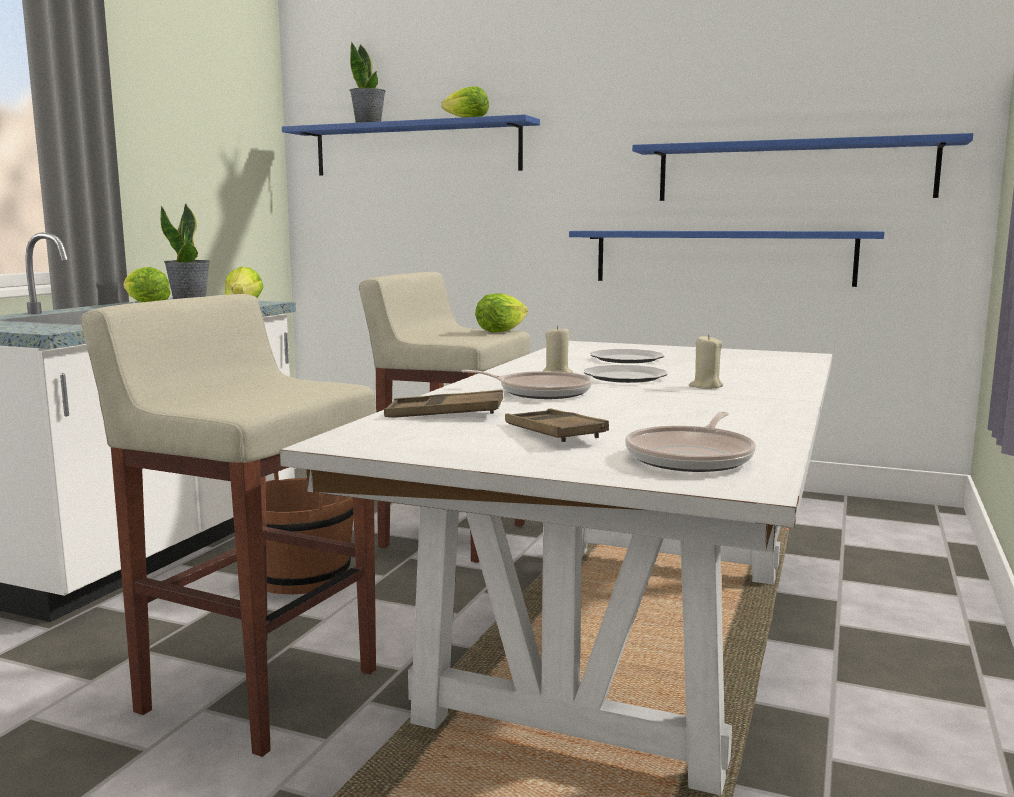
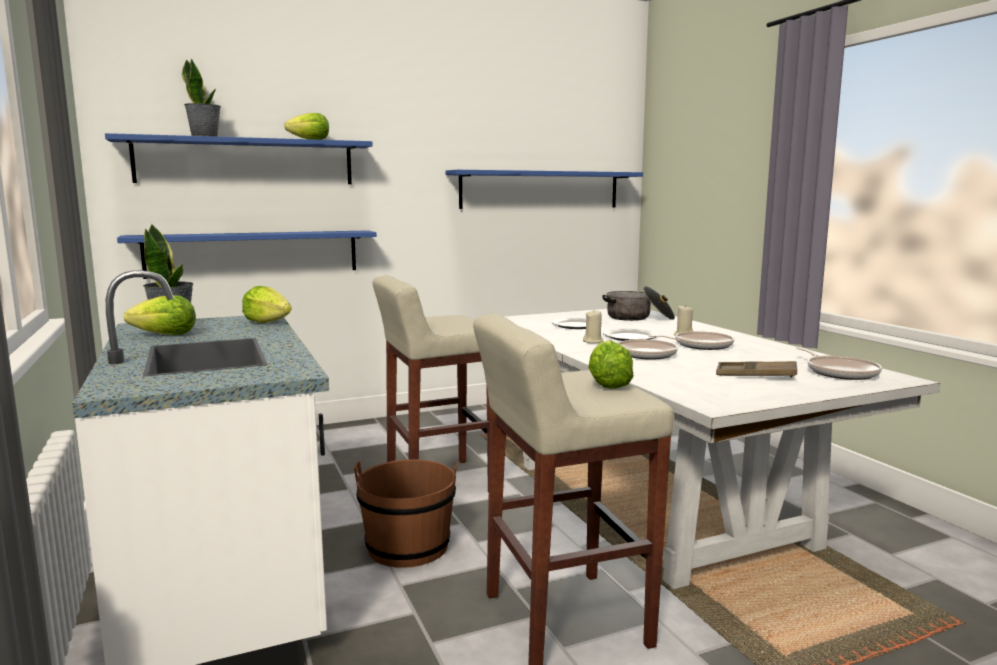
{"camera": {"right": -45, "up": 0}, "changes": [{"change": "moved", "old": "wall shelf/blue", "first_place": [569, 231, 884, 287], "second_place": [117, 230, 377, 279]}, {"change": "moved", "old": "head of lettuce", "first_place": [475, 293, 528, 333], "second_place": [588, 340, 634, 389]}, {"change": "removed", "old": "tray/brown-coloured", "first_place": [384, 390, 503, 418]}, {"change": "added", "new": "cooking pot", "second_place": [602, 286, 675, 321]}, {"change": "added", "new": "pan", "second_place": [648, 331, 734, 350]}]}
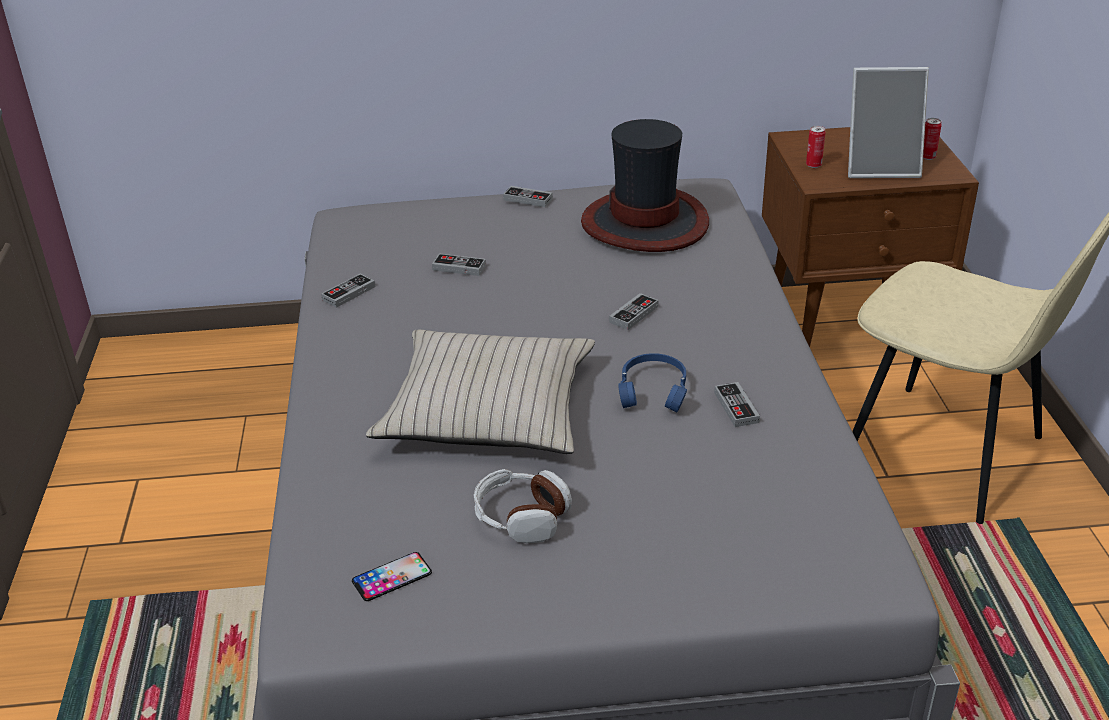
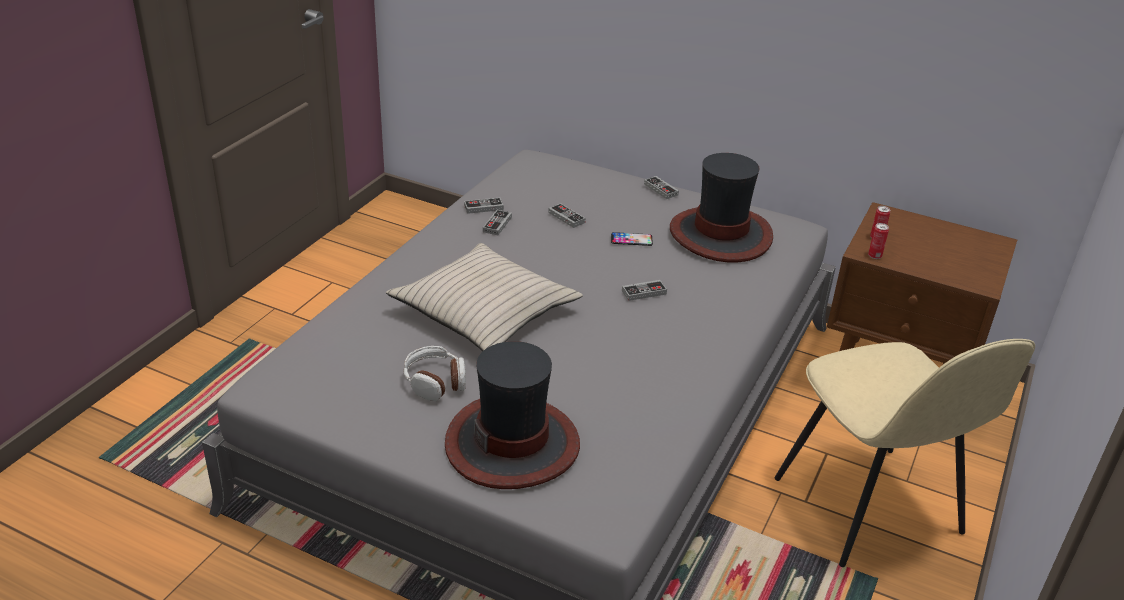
{"camera": {"right": 30, "up": 0}, "changes": [{"change": "removed", "old": "standing frame", "first_place": [848, 67, 929, 178]}, {"change": "moved", "old": "metal can", "first_place": [923, 118, 942, 160], "second_place": [868, 223, 889, 259]}, {"change": "removed", "old": "headphones/blue", "first_place": [618, 353, 687, 412]}, {"change": "moved", "old": "joypad", "first_place": [714, 382, 760, 427], "second_place": [483, 210, 512, 235]}, {"change": "moved", "old": "telephone", "first_place": [352, 552, 432, 601], "second_place": [611, 232, 653, 246]}, {"change": "added", "new": "wearable hat", "second_place": [445, 341, 580, 489]}]}
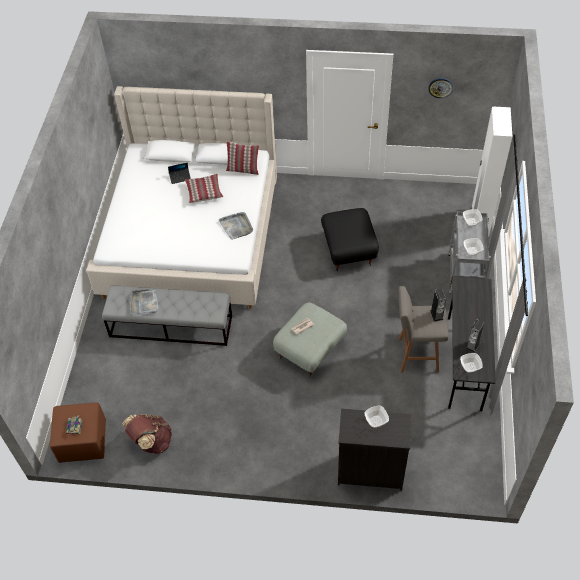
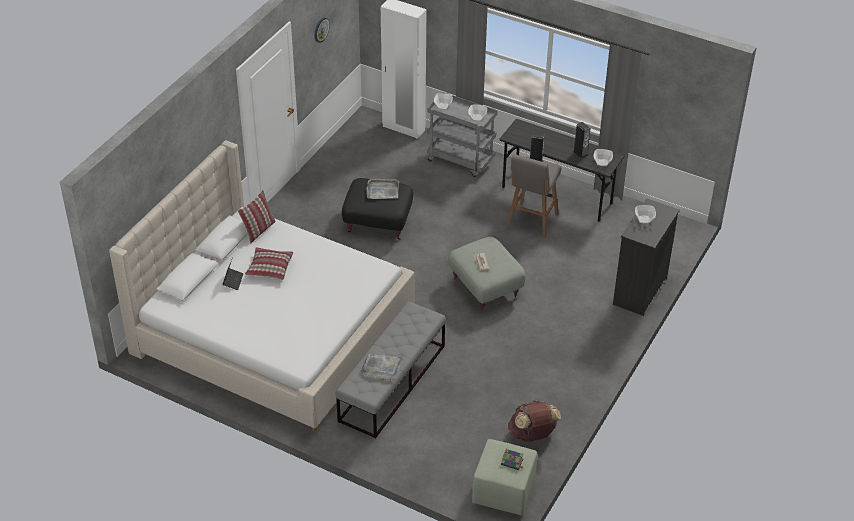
{"camera": {"right": -70, "up": -10}, "changes": [{"change": "moved", "old": "tray/gray", "first_place": [219, 212, 253, 240], "second_place": [367, 179, 399, 199]}, {"change": "recoloured", "old": "pouffe/brown-coloured", "new": "pouffe/green", "first_place": [50, 402, 106, 463], "second_place": [472, 439, 537, 516]}]}
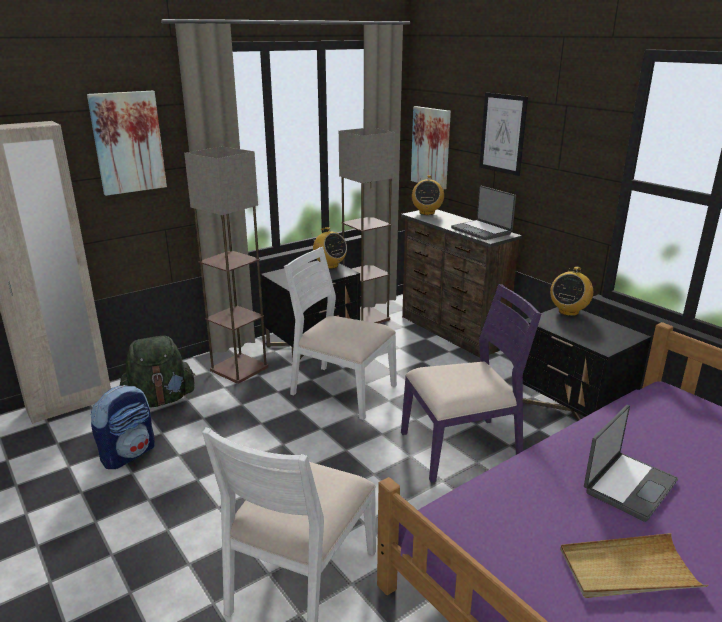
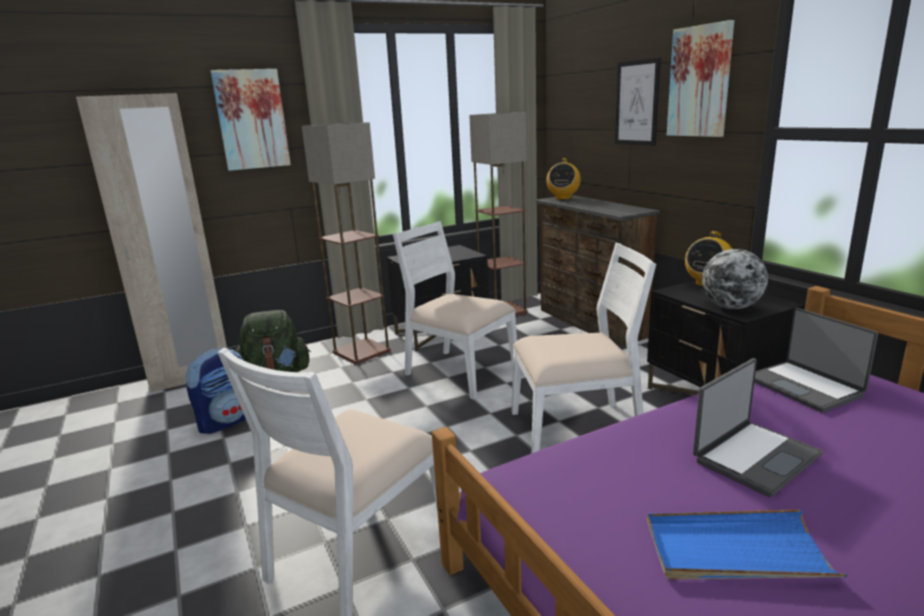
{"camera": {"right": 10, "up": -5}, "changes": [{"change": "moved", "old": "picture", "first_place": [411, 106, 451, 190], "second_place": [667, 20, 734, 137]}, {"change": "moved", "old": "portable computer", "first_place": [451, 186, 516, 240], "second_place": [754, 308, 878, 413]}, {"change": "removed", "old": "radio set", "first_place": [312, 227, 347, 269]}, {"change": "recoloured", "old": "plain chair/purplish", "new": "plain chair/white-coloured", "first_place": [401, 284, 541, 483], "second_place": [512, 243, 656, 453]}, {"change": "recoloured", "old": "tray/beige", "new": "tray/blue", "first_place": [560, 533, 709, 598], "second_place": [647, 509, 848, 579]}, {"change": "added", "new": "desk globe", "second_place": [702, 249, 768, 309]}]}
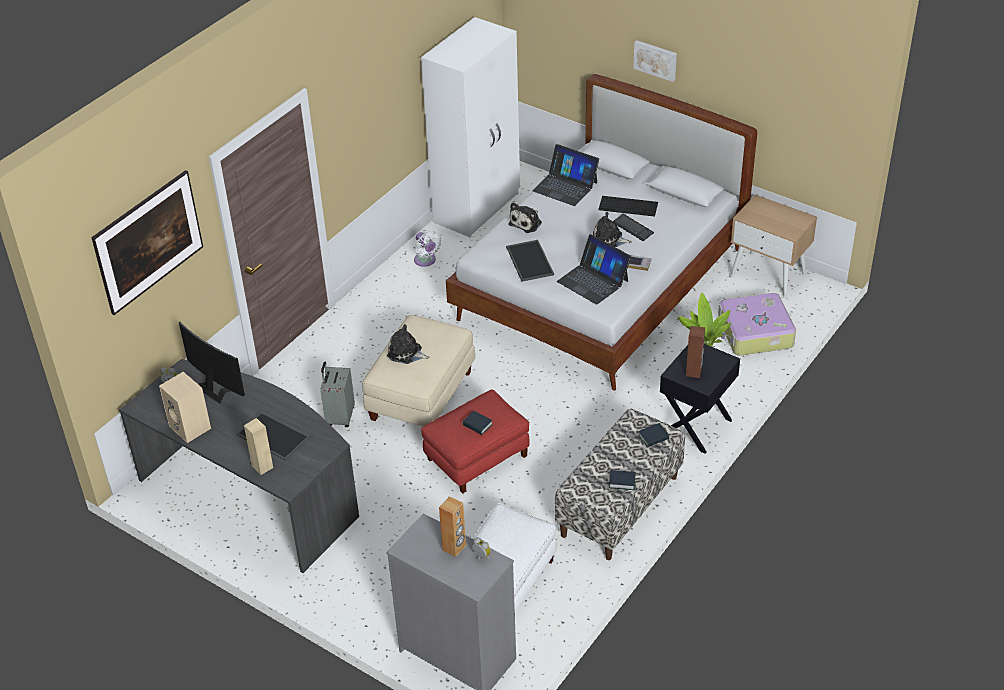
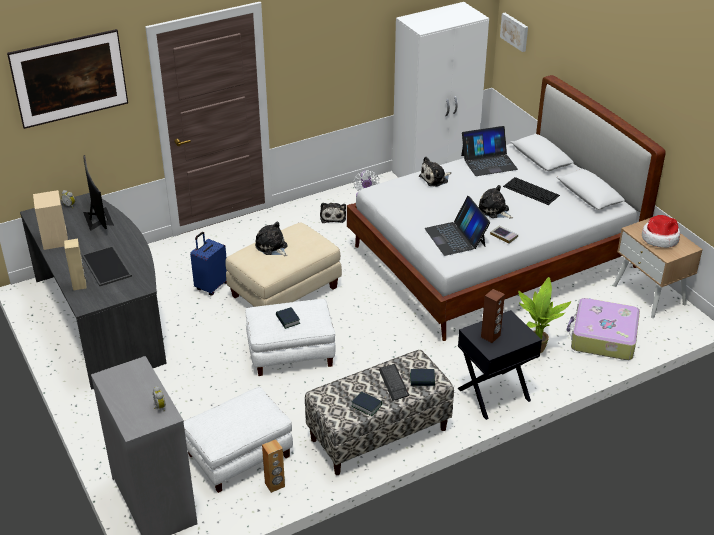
{"camera": {"right": 25, "up": -5}, "changes": [{"change": "moved", "old": "picture", "first_place": [633, 40, 677, 82], "second_place": [500, 13, 528, 52]}, {"change": "turned", "old": "portable computer", "first_place": [532, 144, 599, 206], "second_place": [461, 126, 518, 176], "degrees": -75}, {"change": "moved", "old": "PC keyboard", "first_place": [613, 214, 654, 241], "second_place": [379, 364, 409, 401]}, {"change": "removed", "old": "tray", "first_place": [506, 240, 554, 282]}, {"change": "recoloured", "old": "travel case/gray", "new": "travel case/blue", "first_place": [320, 362, 355, 427], "second_place": [190, 232, 227, 295]}, {"change": "recoloured", "old": "pouffe/red-coloured", "new": "pouffe/white-coloured", "first_place": [421, 390, 530, 493], "second_place": [246, 299, 336, 376]}, {"change": "moved", "old": "loudspeaker/brown-coloured", "first_place": [439, 496, 466, 557], "second_place": [262, 439, 285, 493]}, {"change": "added", "new": "soft toy", "second_place": [320, 203, 346, 223]}, {"change": "added", "new": "wearable hat", "second_place": [642, 215, 680, 248]}]}
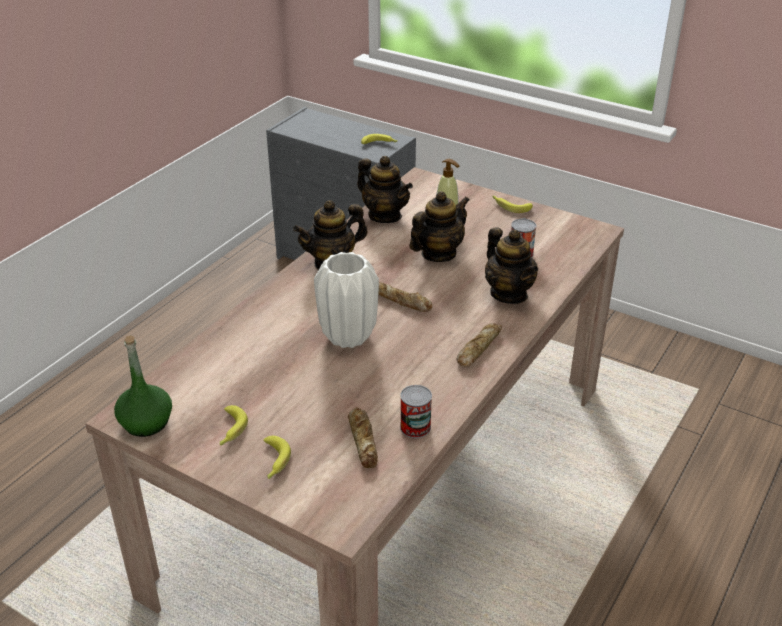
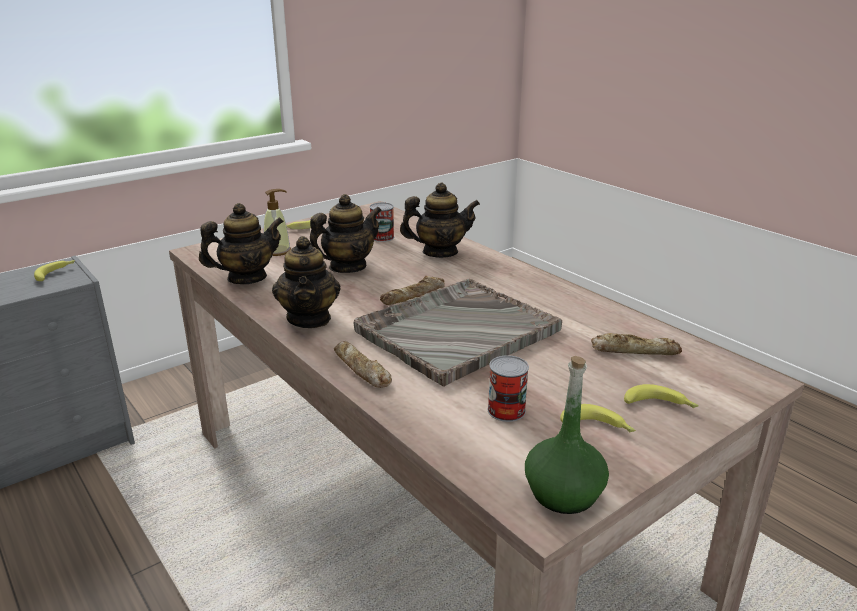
{"camera": {"right": -70, "up": -10}, "changes": [{"change": "turned", "old": "pot for tea", "first_place": [409, 191, 469, 262], "second_place": [310, 194, 382, 273], "degrees": 75}, {"change": "replaced", "old": "vase/white-coloured", "new": "tray/gray", "first_place": [314, 252, 379, 348], "second_place": [354, 279, 562, 387]}, {"change": "moved", "old": "baked bread", "first_place": [457, 323, 502, 367], "second_place": [334, 341, 392, 388]}, {"change": "moved", "old": "metal can", "first_place": [400, 385, 432, 438], "second_place": [488, 355, 529, 422]}]}
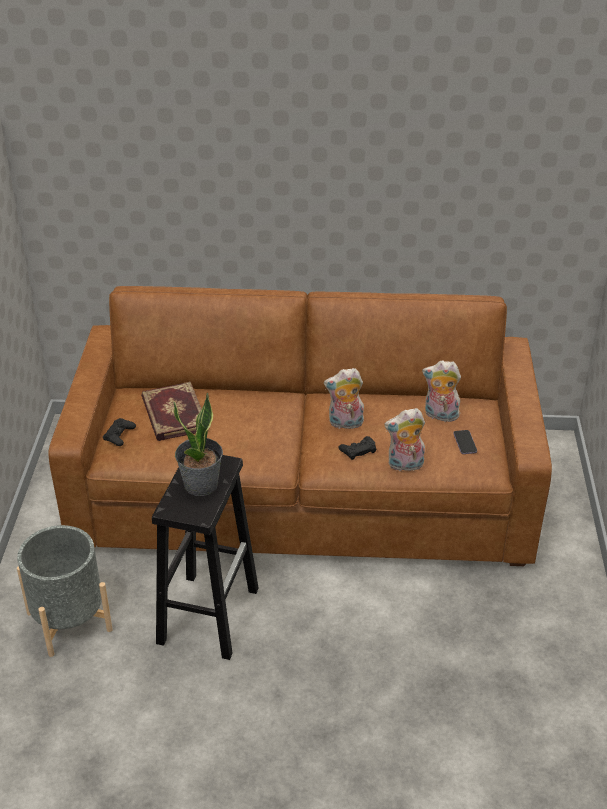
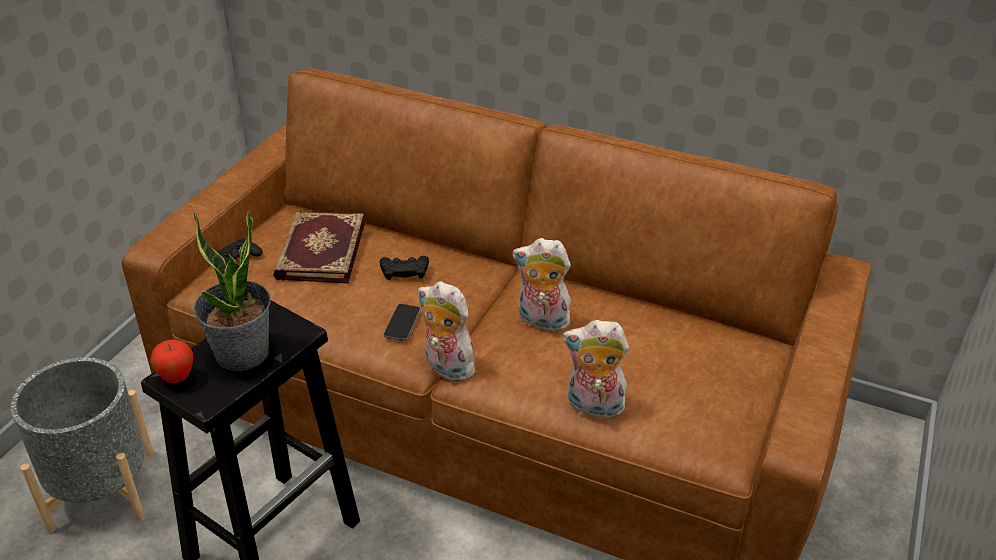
{"camera": {"right": 20, "up": 0}, "changes": [{"change": "moved", "old": "soft toy", "first_place": [422, 360, 461, 422], "second_place": [418, 281, 480, 381]}, {"change": "moved", "old": "telephone", "first_place": [453, 430, 477, 454], "second_place": [384, 304, 421, 341]}, {"change": "moved", "old": "joypad/blackish", "first_place": [338, 436, 376, 460], "second_place": [379, 256, 429, 280]}, {"change": "added", "new": "apple", "second_place": [150, 339, 193, 383]}]}
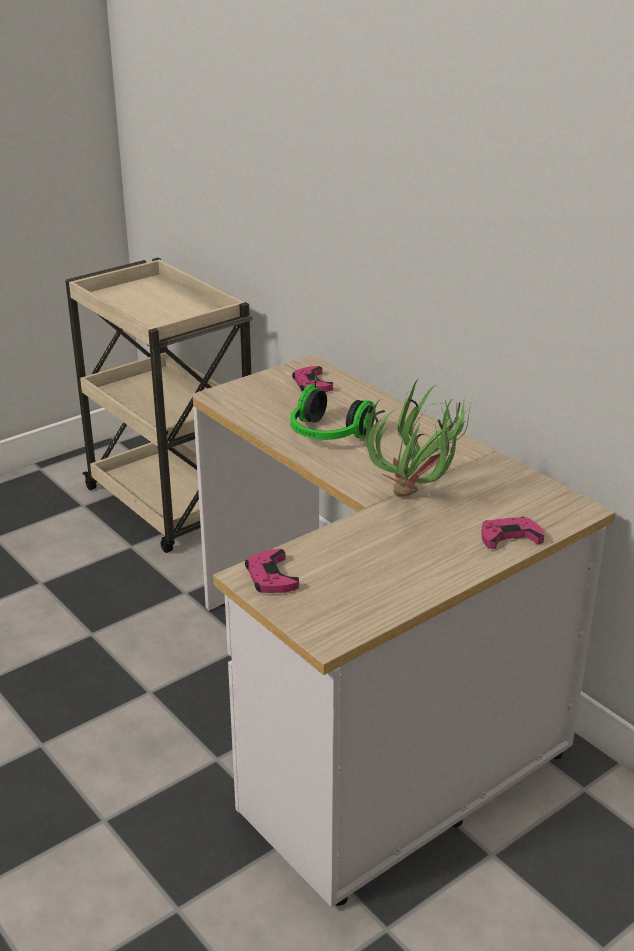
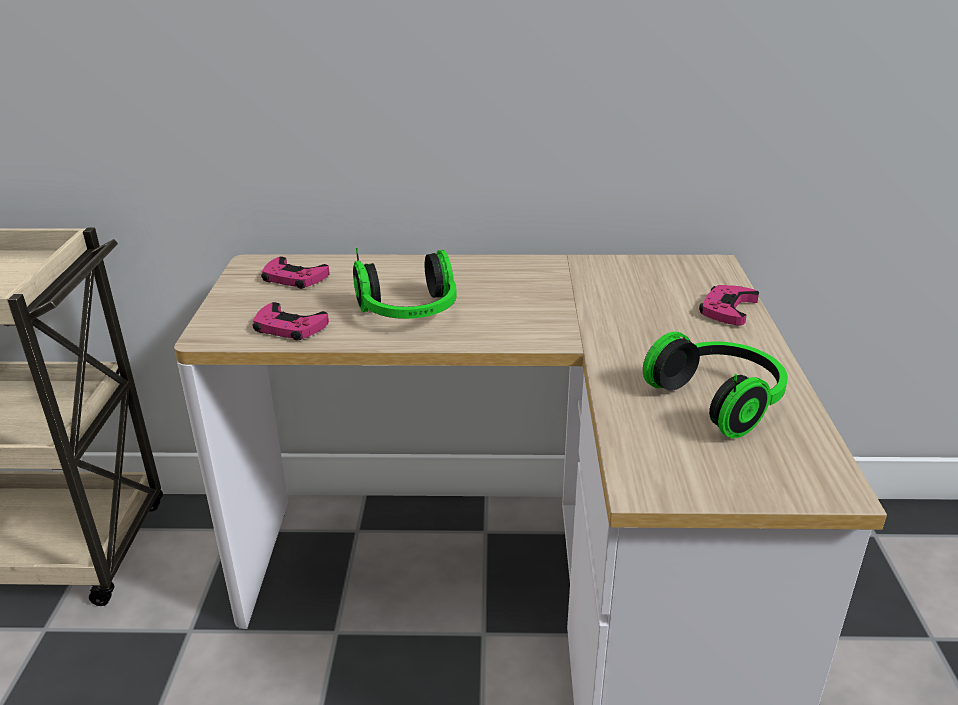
{"camera": {"right": -50, "up": 0}, "changes": [{"change": "removed", "old": "plant in a pot", "first_place": [363, 377, 472, 496]}, {"change": "moved", "old": "joypad/pink", "first_place": [245, 549, 299, 593], "second_place": [252, 302, 329, 341]}, {"change": "added", "new": "headphones", "second_place": [643, 332, 788, 438]}]}
